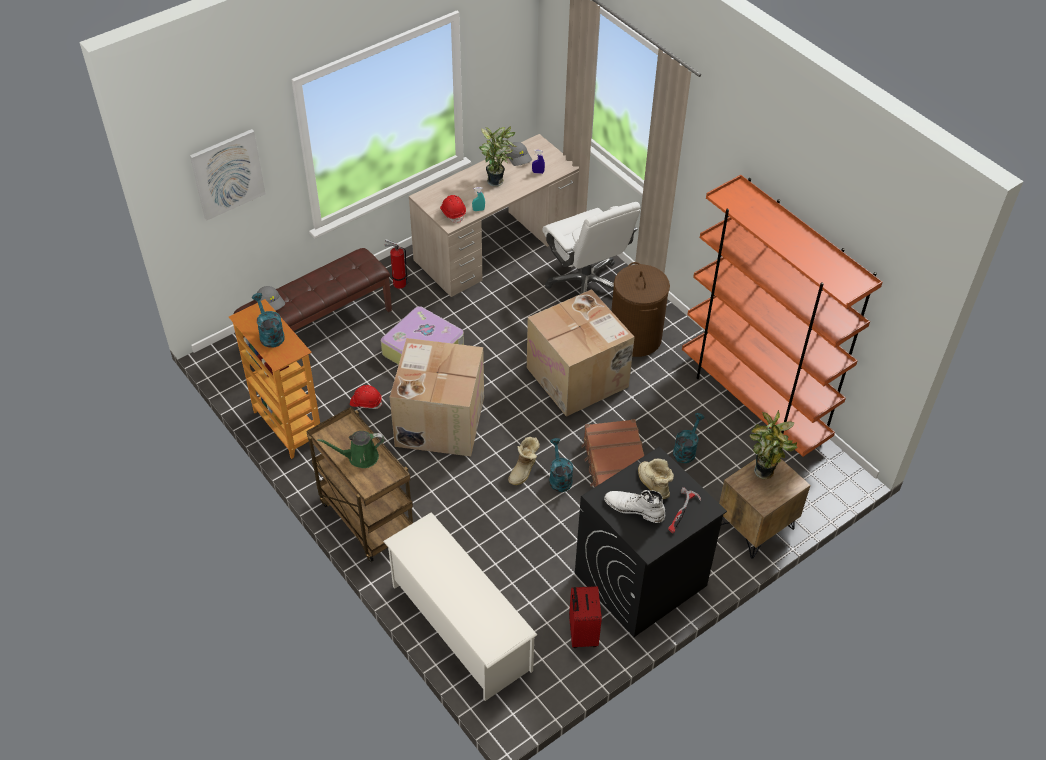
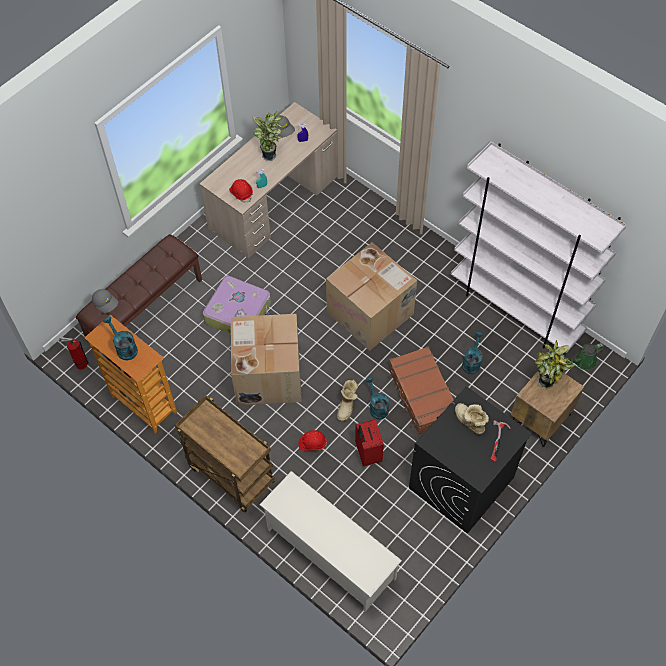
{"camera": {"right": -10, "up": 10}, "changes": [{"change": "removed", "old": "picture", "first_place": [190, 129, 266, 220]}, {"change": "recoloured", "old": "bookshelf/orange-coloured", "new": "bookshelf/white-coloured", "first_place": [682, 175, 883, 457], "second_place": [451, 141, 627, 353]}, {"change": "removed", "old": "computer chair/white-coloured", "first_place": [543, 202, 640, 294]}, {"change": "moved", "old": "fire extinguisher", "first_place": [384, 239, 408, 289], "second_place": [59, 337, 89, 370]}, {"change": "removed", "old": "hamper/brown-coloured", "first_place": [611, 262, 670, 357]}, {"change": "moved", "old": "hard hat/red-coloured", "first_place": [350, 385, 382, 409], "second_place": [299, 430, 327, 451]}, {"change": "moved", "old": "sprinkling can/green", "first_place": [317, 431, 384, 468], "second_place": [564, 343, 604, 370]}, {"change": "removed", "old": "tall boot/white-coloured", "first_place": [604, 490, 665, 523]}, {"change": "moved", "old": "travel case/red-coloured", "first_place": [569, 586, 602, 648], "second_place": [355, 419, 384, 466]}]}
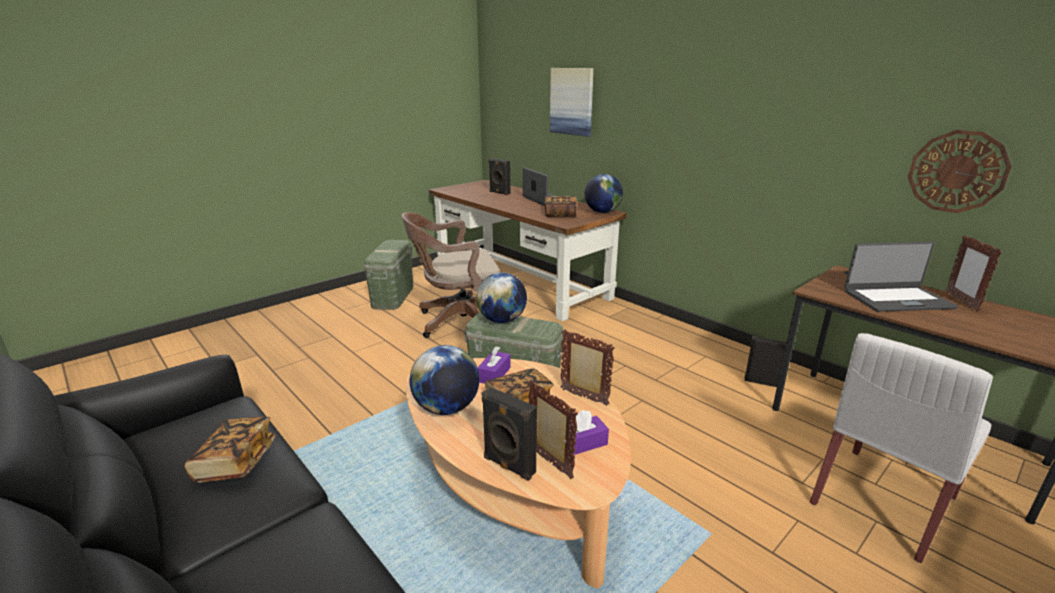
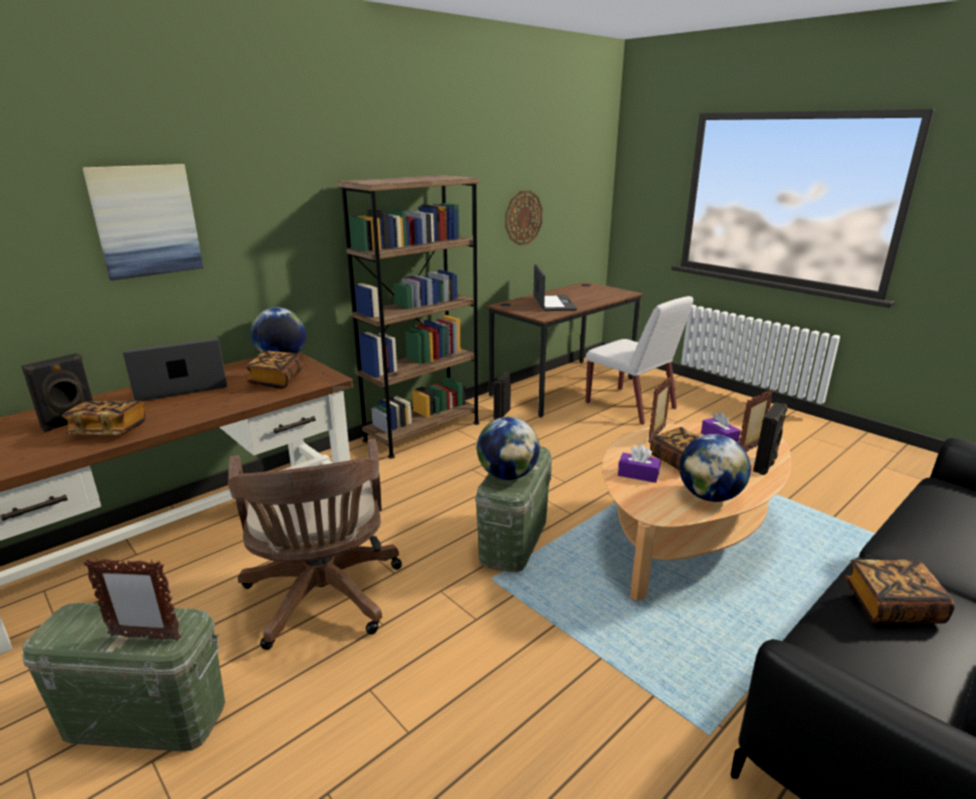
{"camera": {"right": -90, "up": 0}, "changes": [{"change": "moved", "old": "standing frame", "first_place": [946, 235, 1002, 311], "second_place": [84, 558, 182, 641]}, {"change": "added", "new": "bookshelf/brown-coloured", "second_place": [337, 175, 480, 459]}, {"change": "added", "new": "volume", "second_place": [62, 400, 146, 435]}]}
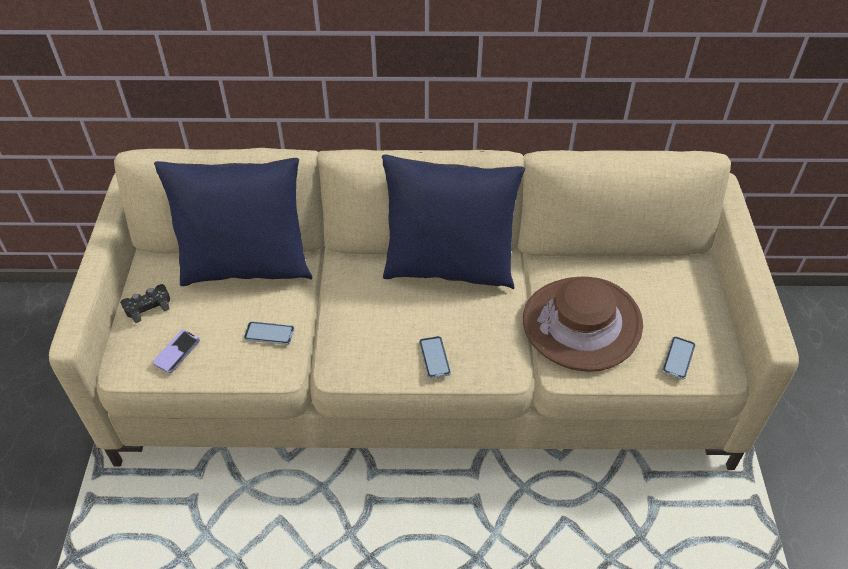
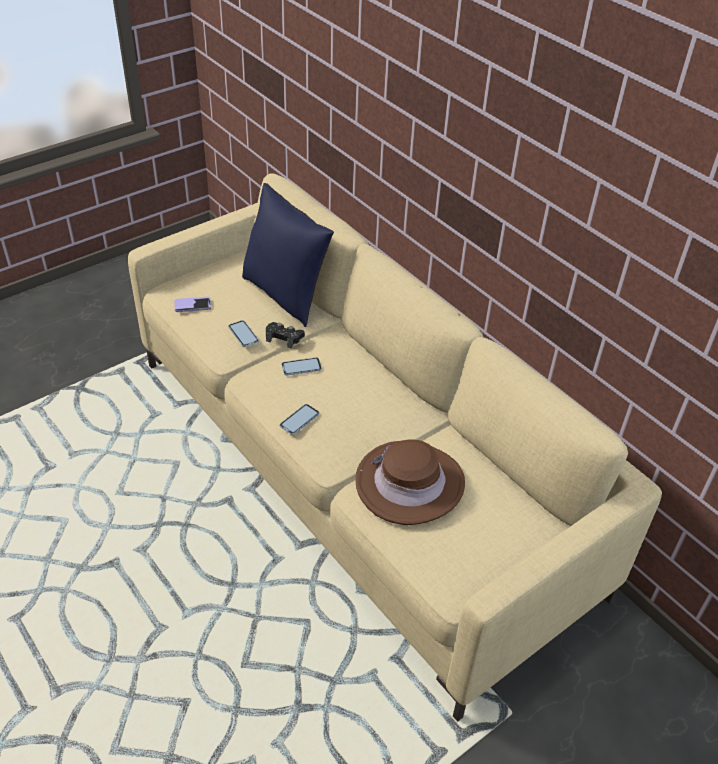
{"camera": {"right": 50, "up": -5}, "changes": [{"change": "removed", "old": "cushion/blue", "first_place": [382, 154, 525, 289]}, {"change": "moved", "old": "joypad/blackish", "first_place": [120, 284, 170, 323], "second_place": [266, 322, 305, 349]}, {"change": "moved", "old": "telephone", "first_place": [662, 336, 696, 379], "second_place": [281, 357, 322, 376]}]}
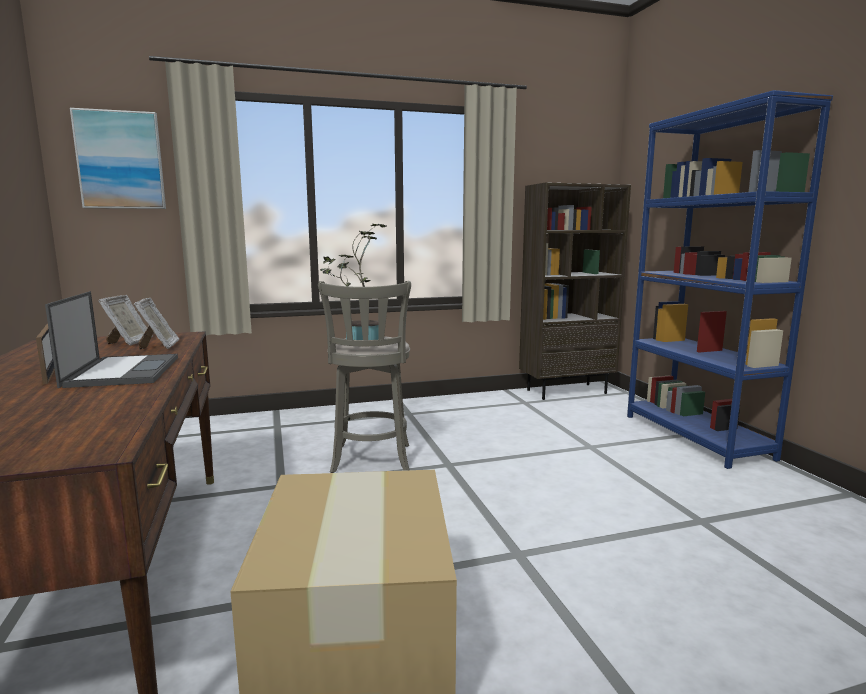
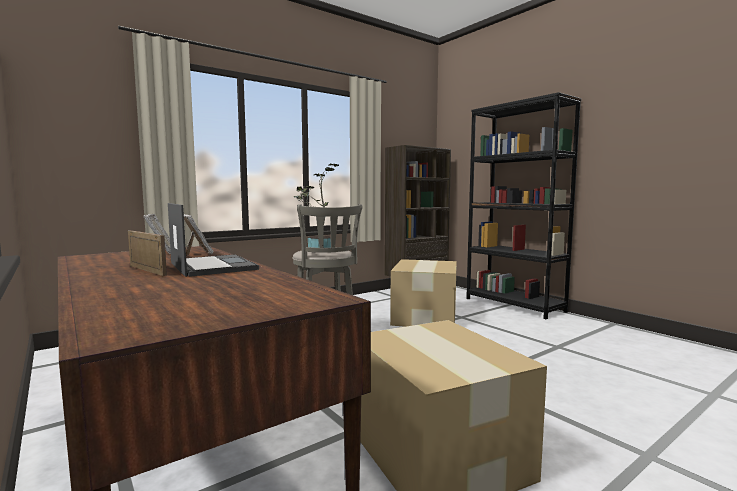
{"camera": {"right": -20, "up": -5}, "changes": [{"change": "recoloured", "old": "bookshelf/blue", "new": "bookshelf/blackish", "first_place": [627, 90, 833, 469], "second_place": [466, 92, 582, 319]}, {"change": "removed", "old": "picture", "first_place": [70, 108, 166, 209]}, {"change": "added", "new": "cardboard box", "second_place": [390, 259, 457, 327]}]}
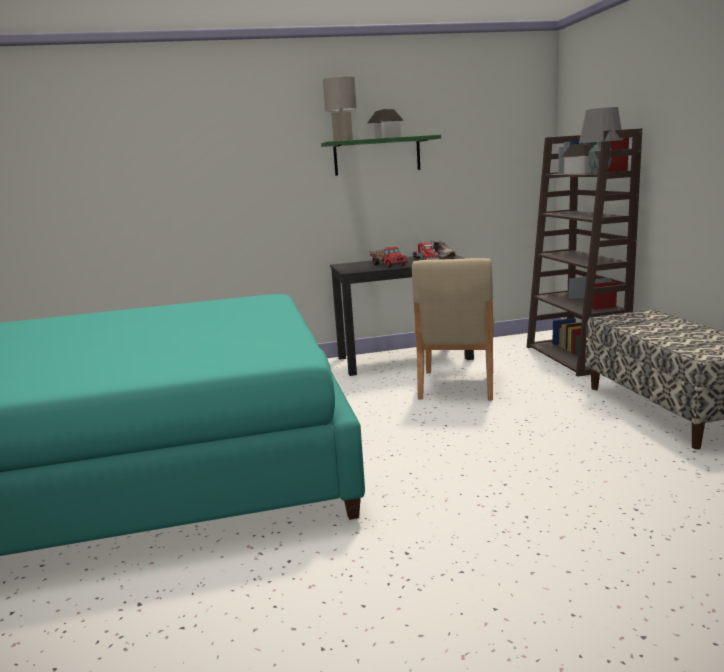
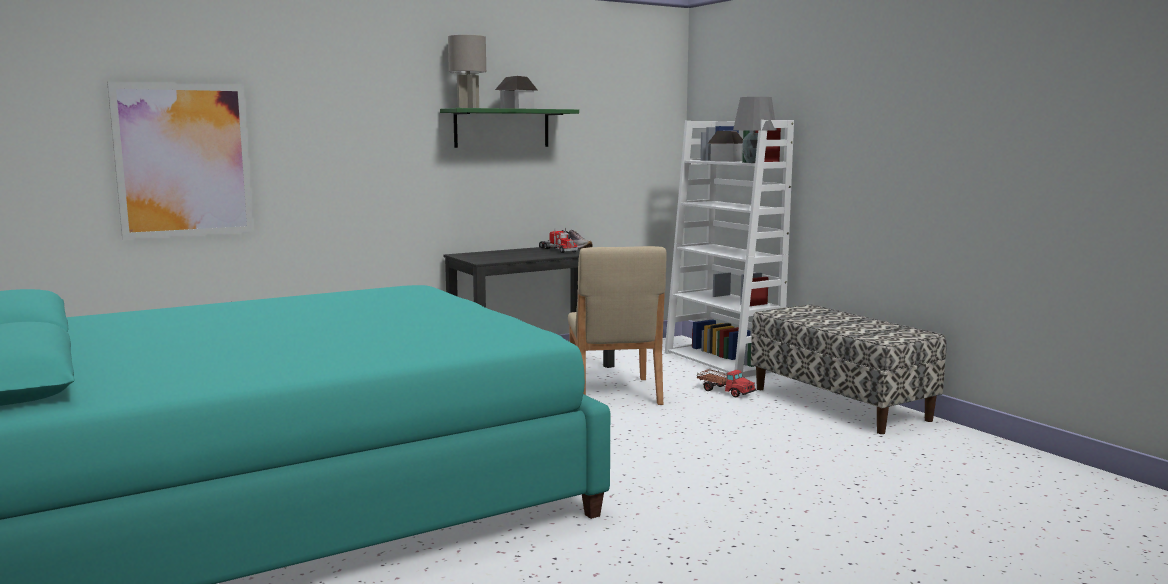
{"camera": {"right": -20, "up": -5}, "changes": [{"change": "recoloured", "old": "bookshelf/brown-coloured", "new": "bookshelf/white-coloured", "first_place": [527, 128, 642, 377], "second_place": [665, 120, 794, 378]}, {"change": "moved", "old": "toy truck", "first_place": [370, 247, 408, 268], "second_place": [697, 369, 757, 397]}, {"change": "added", "new": "picture", "second_place": [107, 81, 254, 240]}]}
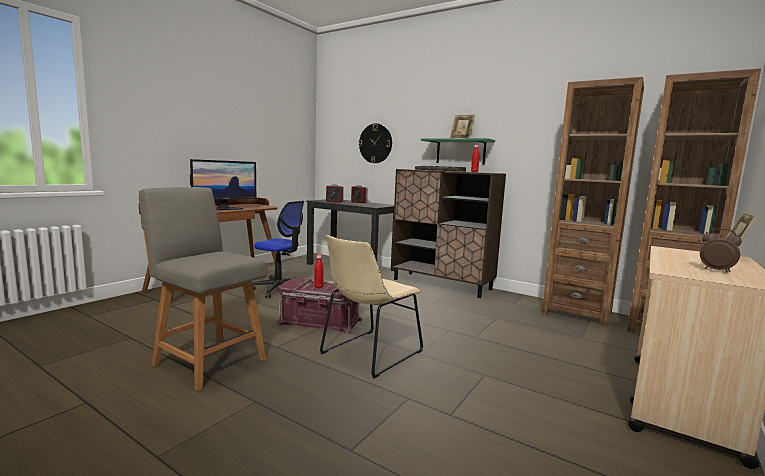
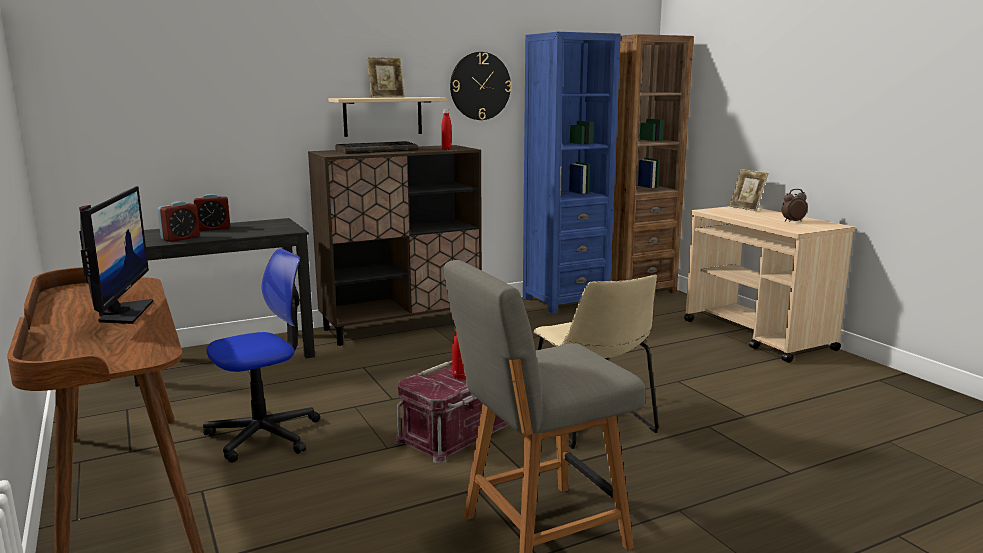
{"camera": {"right": -60, "up": 5}, "changes": [{"change": "recoloured", "old": "bookshelf/brown-coloured", "new": "bookshelf/blue", "first_place": [542, 77, 644, 327], "second_place": [523, 32, 621, 313]}, {"change": "moved", "old": "clock on the wall", "first_place": [359, 123, 392, 163], "second_place": [450, 52, 511, 120]}, {"change": "recoloured", "old": "wall shelf/green", "new": "wall shelf/beige", "first_place": [421, 138, 495, 165], "second_place": [329, 97, 447, 137]}]}
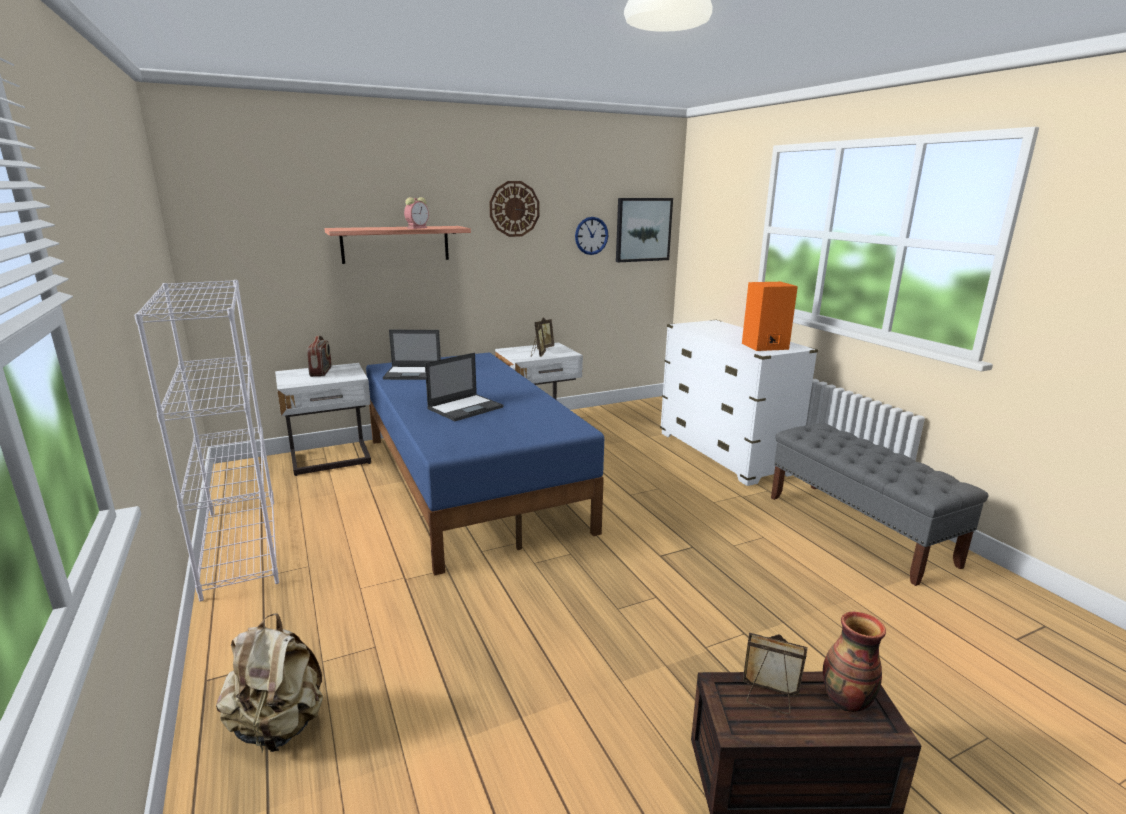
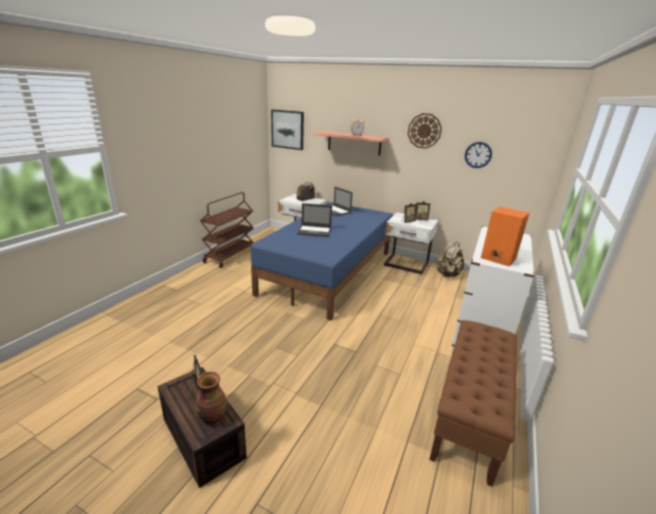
{"camera": {"right": 50, "up": 5}, "changes": [{"change": "moved", "old": "picture", "first_place": [616, 198, 673, 262], "second_place": [271, 110, 304, 150]}, {"change": "replaced", "old": "bookshelf/white-coloured", "new": "wheeled cart/brown-coloured", "first_place": [134, 280, 279, 602], "second_place": [200, 192, 254, 268]}, {"change": "recoloured", "old": "long seat/gray", "new": "long seat/brown-coloured", "first_place": [771, 423, 989, 586], "second_place": [429, 320, 517, 487]}, {"change": "moved", "old": "knapsack/beige", "first_place": [216, 613, 323, 755], "second_place": [436, 242, 464, 277]}]}
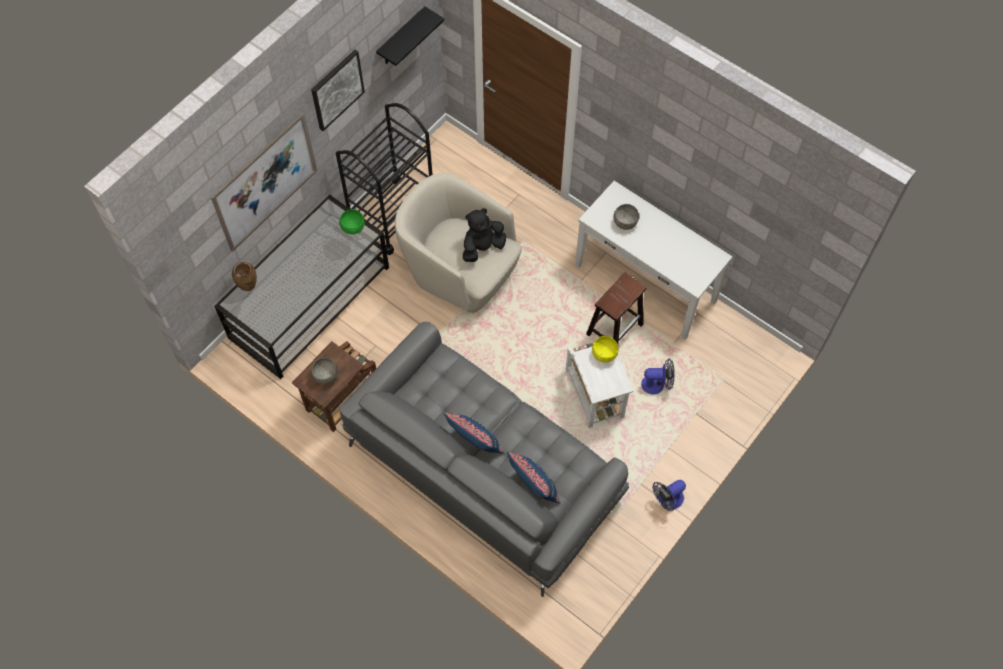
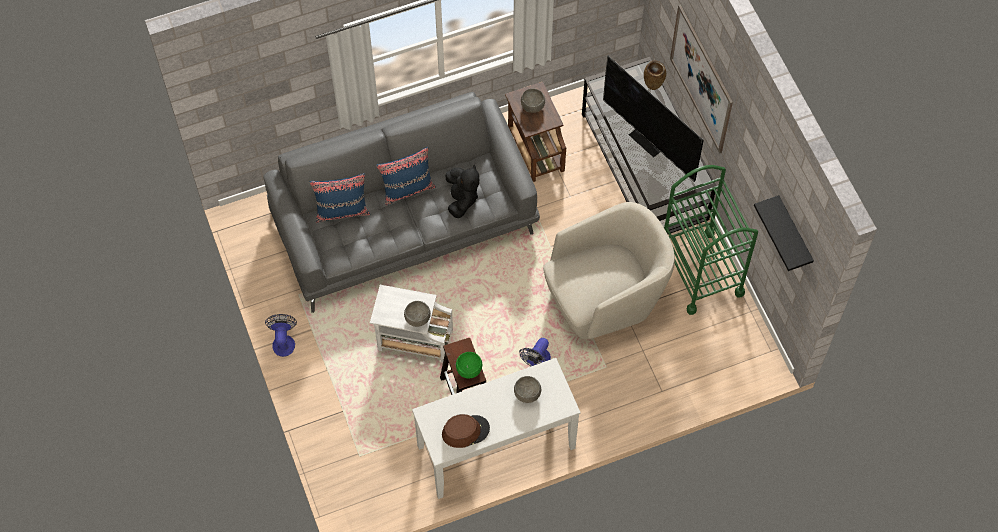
{"camera": {"right": 120, "up": 0}, "changes": [{"change": "removed", "old": "picture", "first_place": [311, 50, 365, 131]}, {"change": "recoloured", "old": "wheeled cart/blackish", "new": "wheeled cart/green", "first_place": [336, 103, 433, 255], "second_place": [664, 165, 758, 315]}, {"change": "moved", "old": "soft toy/blackish", "first_place": [463, 208, 506, 262], "second_place": [445, 164, 479, 218]}, {"change": "moved", "old": "deep dish/green", "first_place": [339, 209, 365, 234], "second_place": [456, 352, 482, 379]}, {"change": "recoloured", "old": "deep dish/yellowish", "new": "deep dish/gray", "first_place": [592, 336, 618, 363], "second_place": [404, 301, 431, 327]}, {"change": "moved", "old": "cooling fan", "first_place": [641, 358, 675, 395], "second_place": [519, 338, 551, 366]}, {"change": "added", "new": "television", "second_place": [603, 56, 704, 182]}, {"change": "added", "new": "wearable hat/brown-coloured", "second_place": [442, 414, 490, 448]}]}
